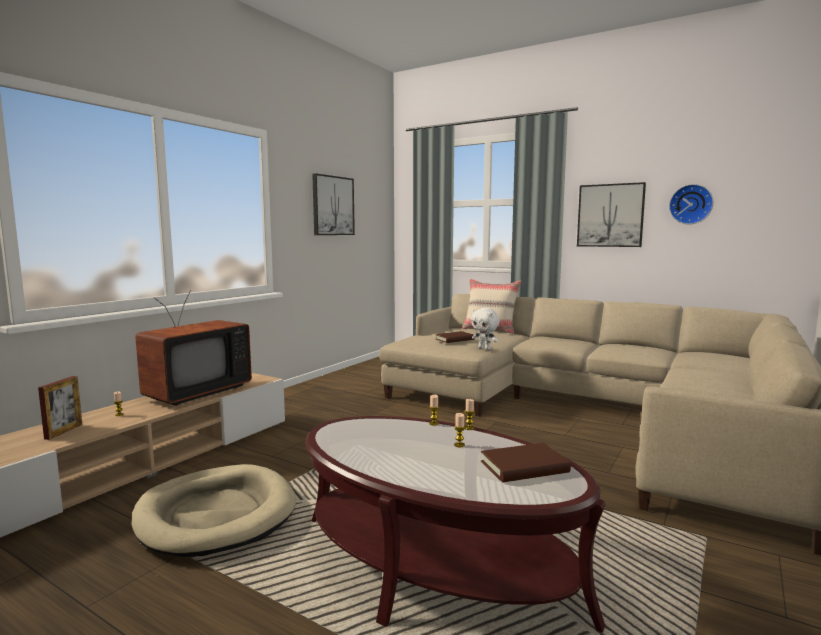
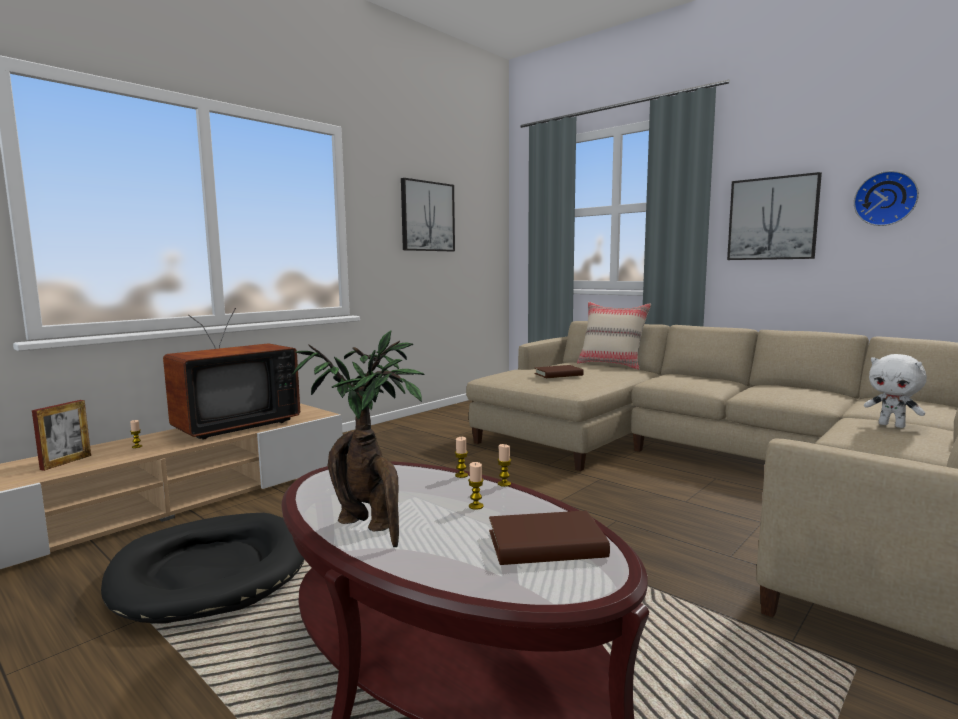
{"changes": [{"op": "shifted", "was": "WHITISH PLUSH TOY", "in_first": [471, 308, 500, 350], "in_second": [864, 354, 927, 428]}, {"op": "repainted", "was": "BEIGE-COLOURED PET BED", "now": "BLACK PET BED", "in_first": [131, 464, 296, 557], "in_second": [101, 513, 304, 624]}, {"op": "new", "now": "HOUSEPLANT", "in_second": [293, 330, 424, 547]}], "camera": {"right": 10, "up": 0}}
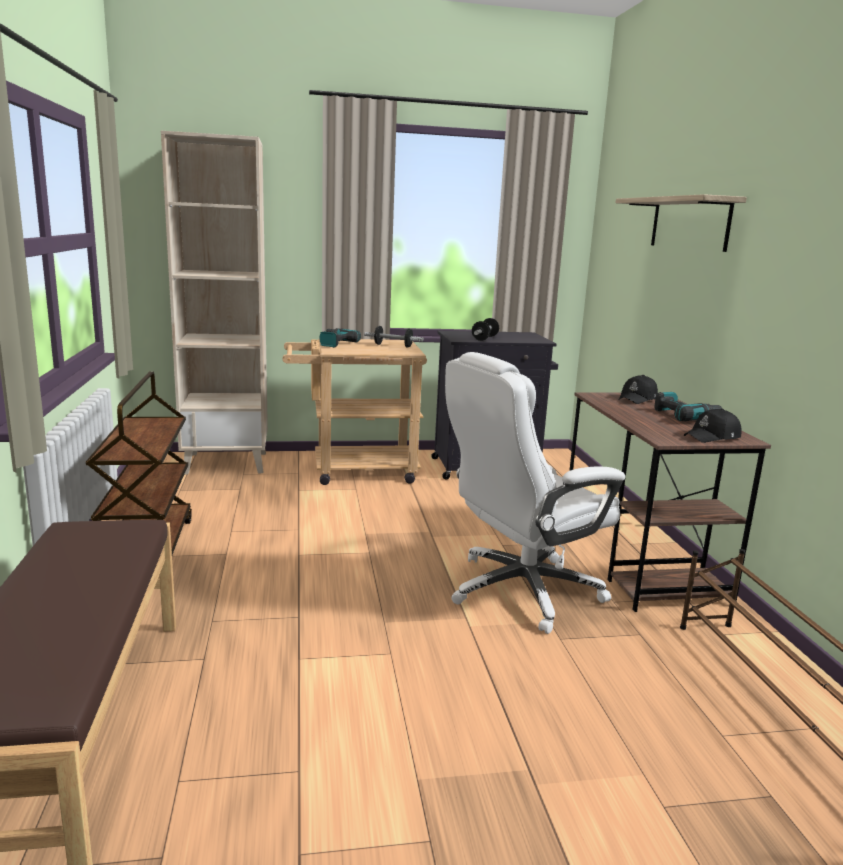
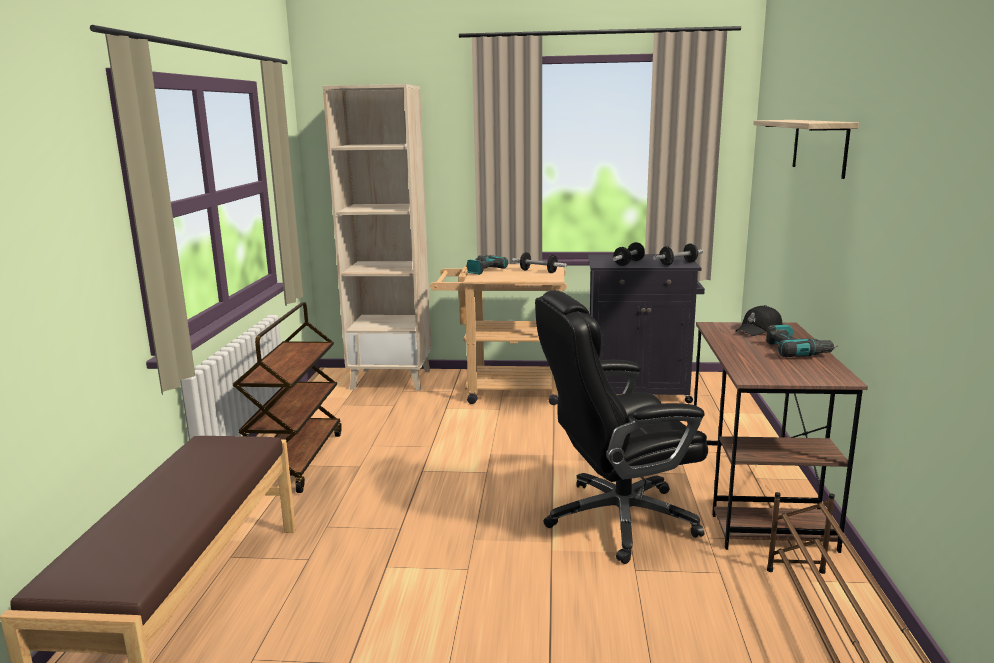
{"changes": [{"op": "repainted", "was": "WHITISH OFFICE CHAIR", "now": "BLACK OFFICE CHAIR", "in_first": [445, 352, 625, 634], "in_second": [535, 290, 708, 564]}, {"op": "gone", "was": "BLACK BASEBALL CAP", "in_first": [684, 409, 742, 443]}, {"op": "new", "now": "DUMBBELL", "in_second": [653, 243, 704, 266]}], "camera": {"right": 15, "up": 0}}
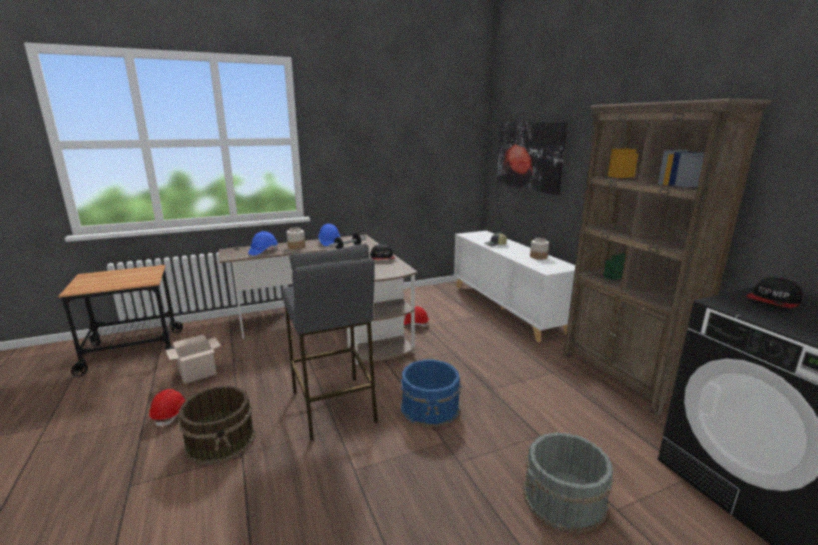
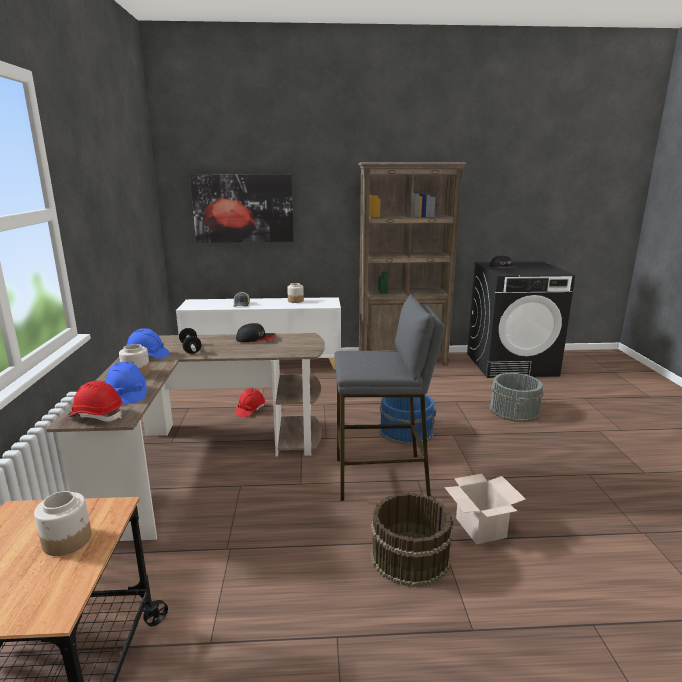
{"changes": [{"op": "shifted", "was": "CARTON", "in_first": [166, 335, 221, 384], "in_second": [444, 474, 526, 544]}, {"op": "shifted", "was": "RED SAFETY HELMET", "in_first": [149, 389, 185, 428], "in_second": [68, 381, 123, 422]}, {"op": "new", "now": "JAR", "in_second": [34, 491, 91, 556]}], "camera": {"right": -70, "up": 0}}
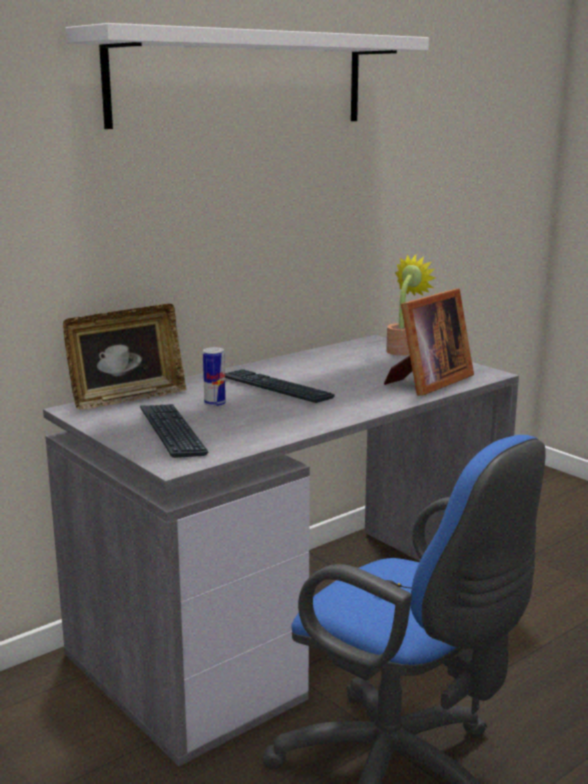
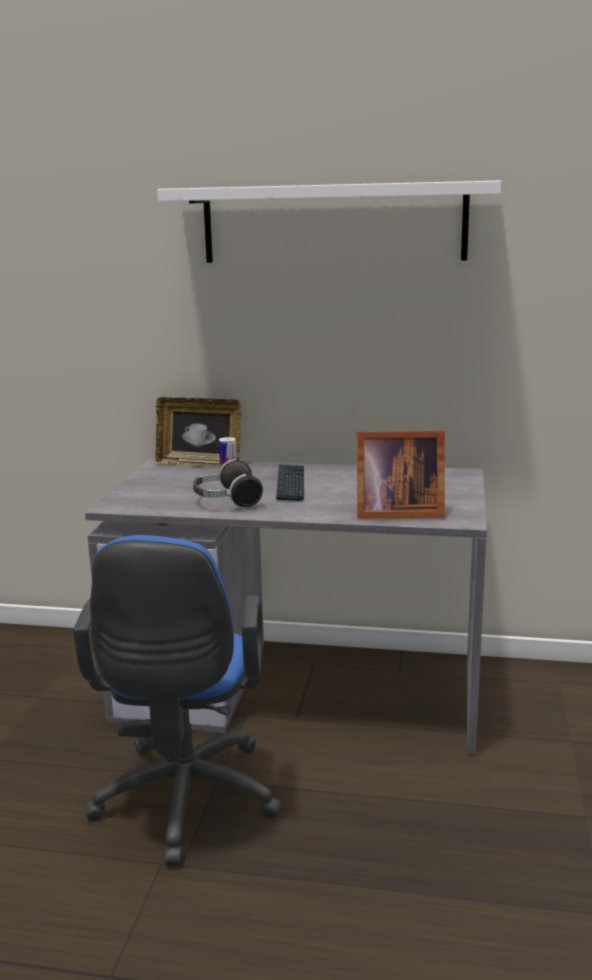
{"changes": [{"op": "gone", "was": "HOUSEPLANT", "in_first": [386, 254, 436, 355]}, {"op": "gone", "was": "PC KEYBOARD", "in_first": [140, 404, 209, 458]}, {"op": "new", "now": "PAIR OF HEADPHONES", "in_second": [193, 459, 263, 509]}], "camera": {"right": 50, "up": 0}}
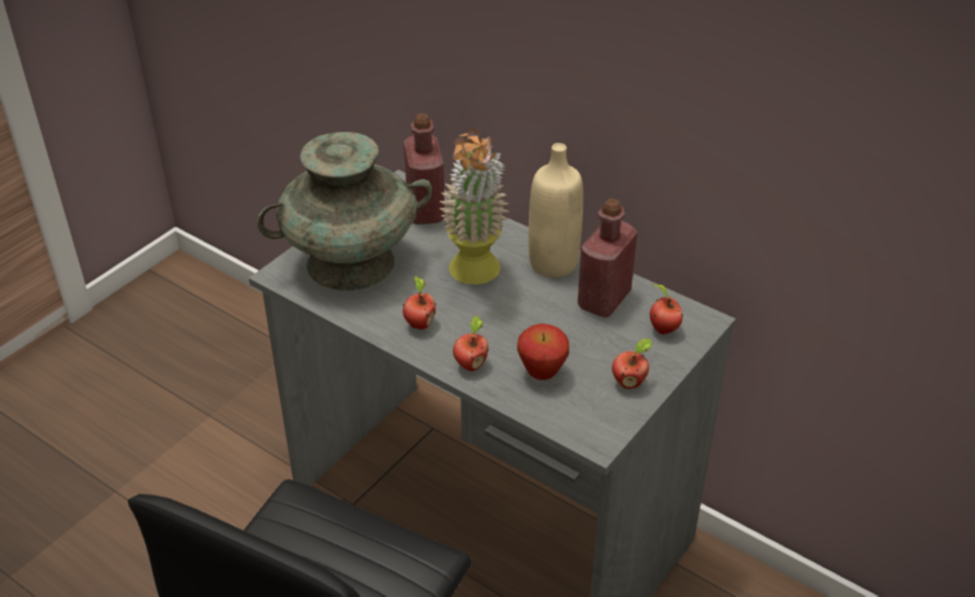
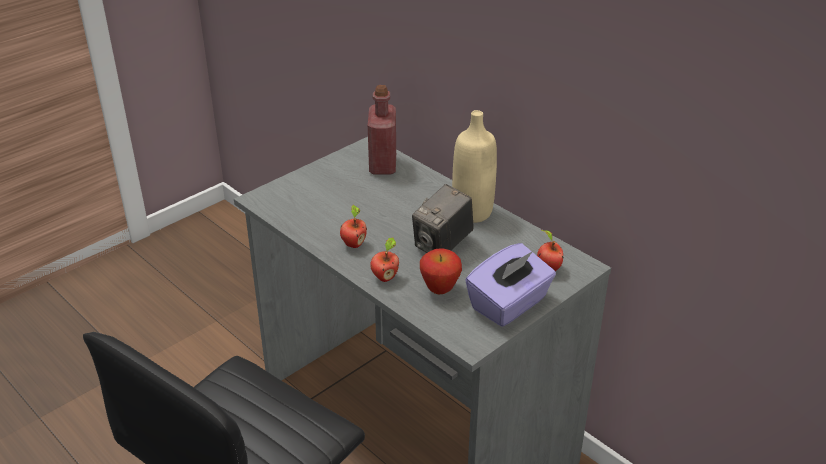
{"changes": [{"op": "gone", "was": "HOUSEPLANT", "in_first": [439, 128, 509, 285]}, {"op": "gone", "was": "TURQUOISE-COLOURED FLOWER VASE", "in_first": [257, 132, 432, 291]}, {"op": "gone", "was": "RED DRINK BOTTLE", "in_first": [578, 198, 638, 317]}, {"op": "swapped", "was": "APPLE FRUIT", "now": "PURPLISH BOX OF TISSUES", "in_first": [612, 339, 651, 389], "in_second": [465, 243, 556, 327]}, {"op": "new", "now": "STILL CAMERA", "in_second": [412, 184, 474, 253]}], "camera": {"right": 10, "up": -5}}
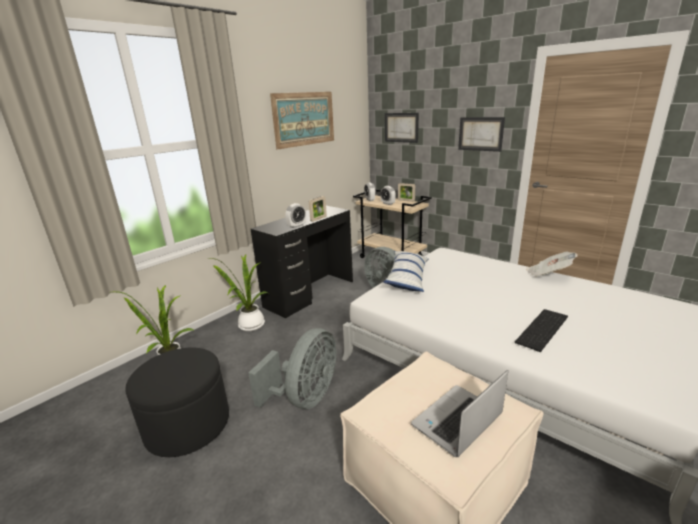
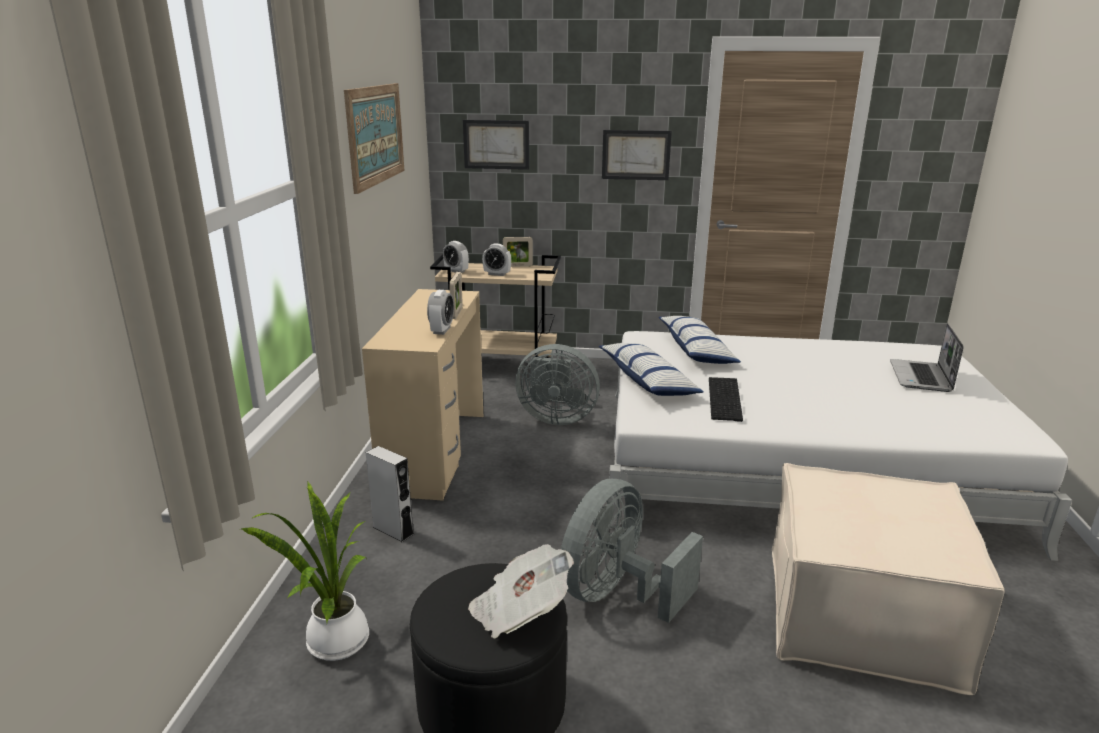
{"changes": [{"op": "repainted", "was": "BLACK DESK TABLE", "now": "BEIGE-COLOURED DESK TABLE", "in_first": [251, 206, 353, 318], "in_second": [362, 289, 483, 501]}, {"op": "shifted", "was": "NEWSPAPER", "in_first": [526, 252, 578, 277], "in_second": [468, 544, 574, 639]}, {"op": "swapped", "was": "HOUSEPLANT", "now": "GREYISH LOUDSPEAKER", "in_first": [208, 255, 268, 331], "in_second": [366, 446, 414, 542]}, {"op": "shifted", "was": "PC KEYBOARD", "in_first": [515, 309, 568, 352], "in_second": [709, 377, 743, 422]}, {"op": "rotated", "was": "GREYISH FAN", "in_first": [249, 328, 336, 409], "in_second": [561, 479, 703, 623], "clockwise": -135}, {"op": "shifted", "was": "LAPTOP", "in_first": [411, 370, 508, 457], "in_second": [890, 323, 964, 392]}, {"op": "new", "now": "THROW PILLOW", "in_second": [658, 316, 741, 364]}], "camera": {"right": -35, "up": 0}}
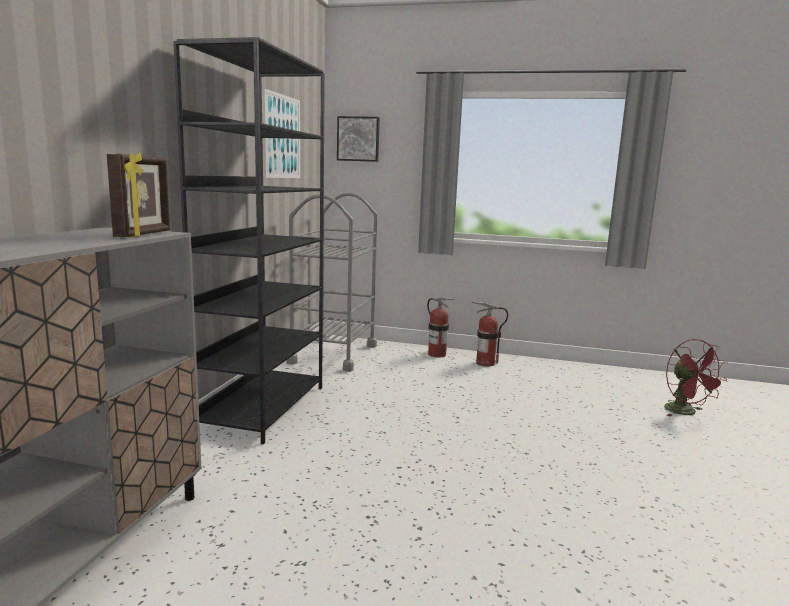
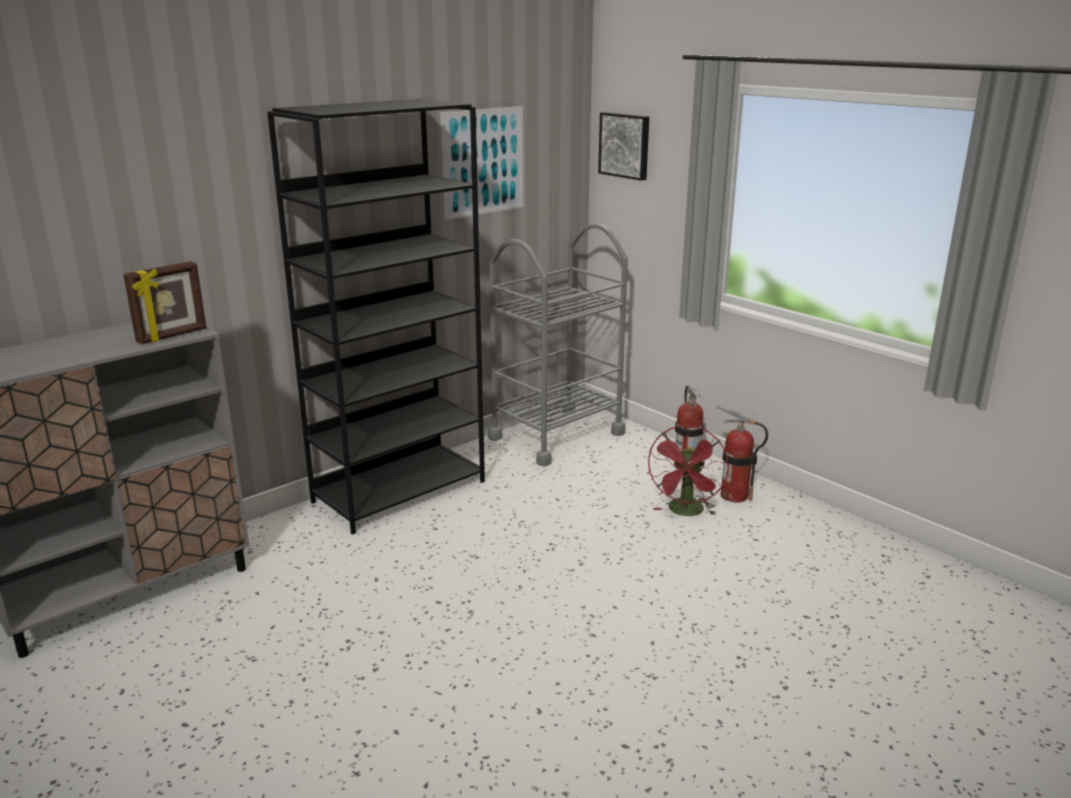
{"changes": [{"op": "shifted", "was": "RED FAN", "in_first": [664, 339, 728, 416], "in_second": [647, 425, 729, 516]}], "camera": {"right": 35, "up": 10}}
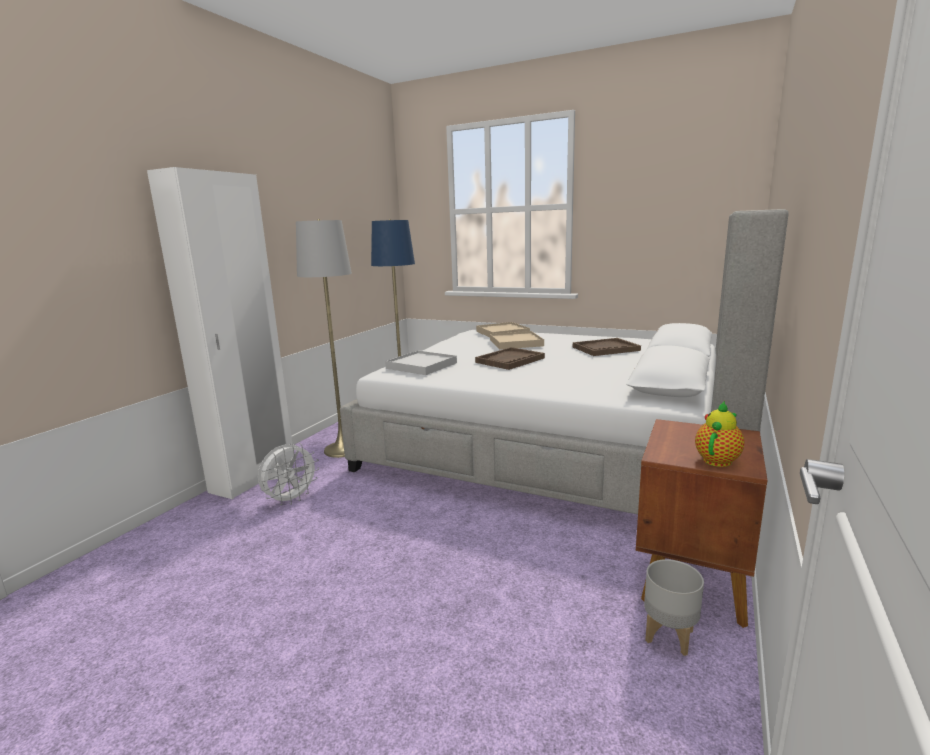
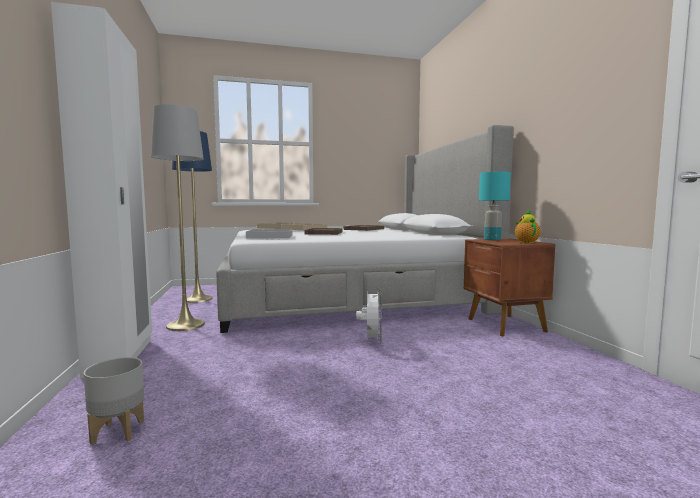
{"changes": [{"op": "shifted", "was": "WHITISH FAN", "in_first": [258, 443, 319, 506], "in_second": [356, 288, 382, 344]}, {"op": "shifted", "was": "GREYISH PLANTER", "in_first": [644, 559, 704, 656], "in_second": [83, 357, 144, 445]}, {"op": "new", "now": "TURQUOISE-COLOURED LAMP FOR A TABLE", "in_second": [479, 171, 511, 240]}], "camera": {"right": -40, "up": -10}}
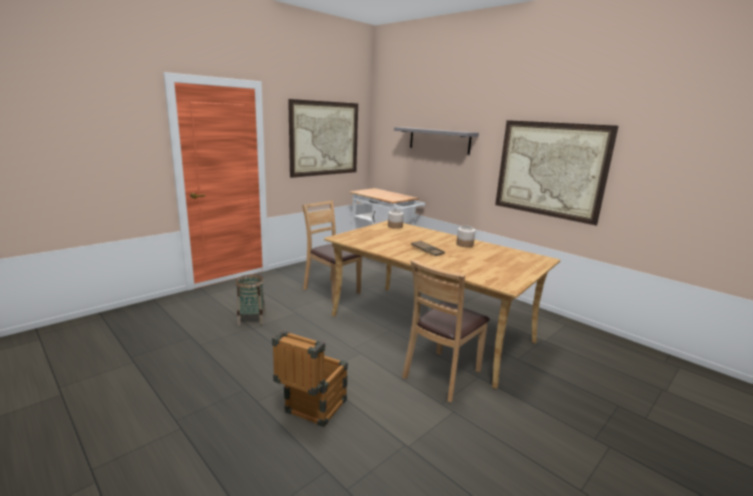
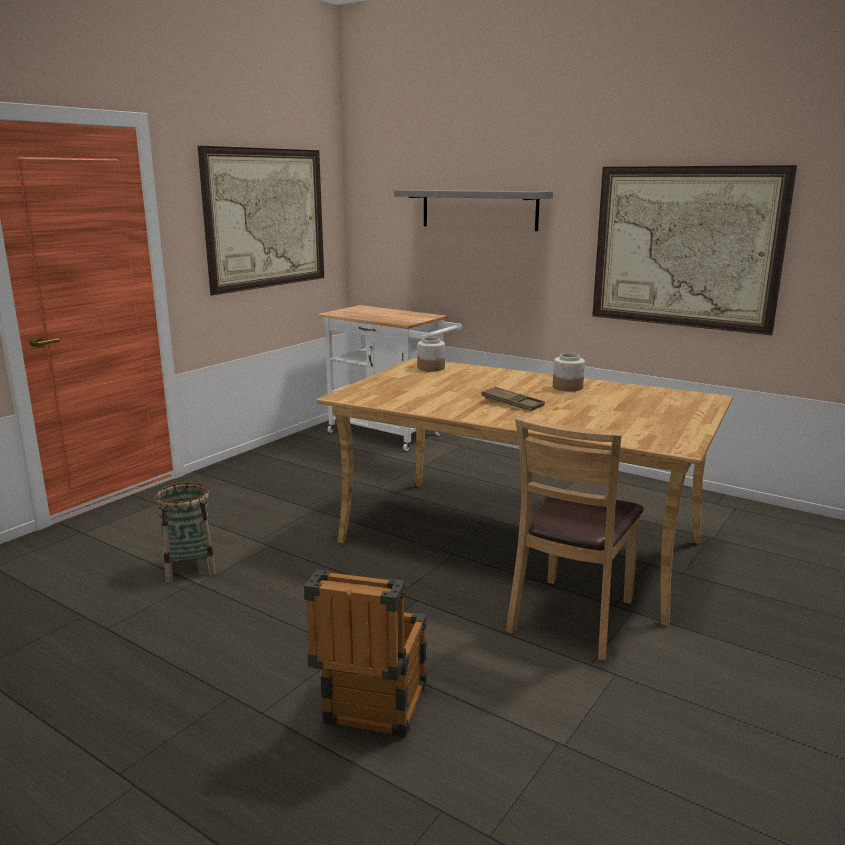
{"changes": [{"op": "gone", "was": "BROWNISH PLAIN CHAIR", "in_first": [302, 201, 362, 304]}], "camera": {"right": -10, "up": 0}}
